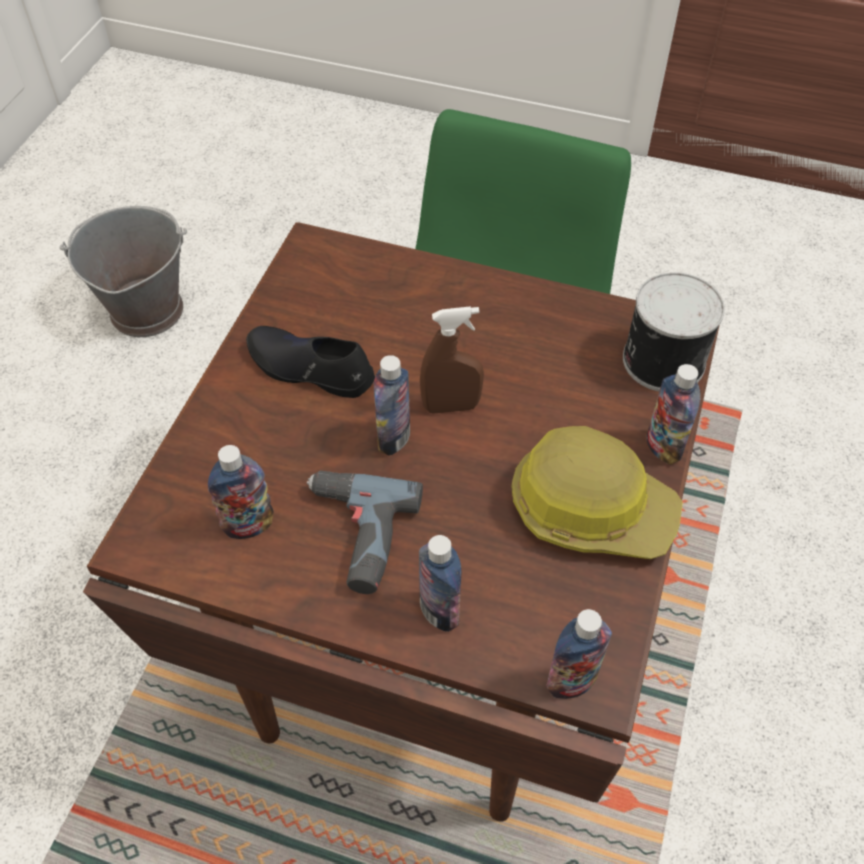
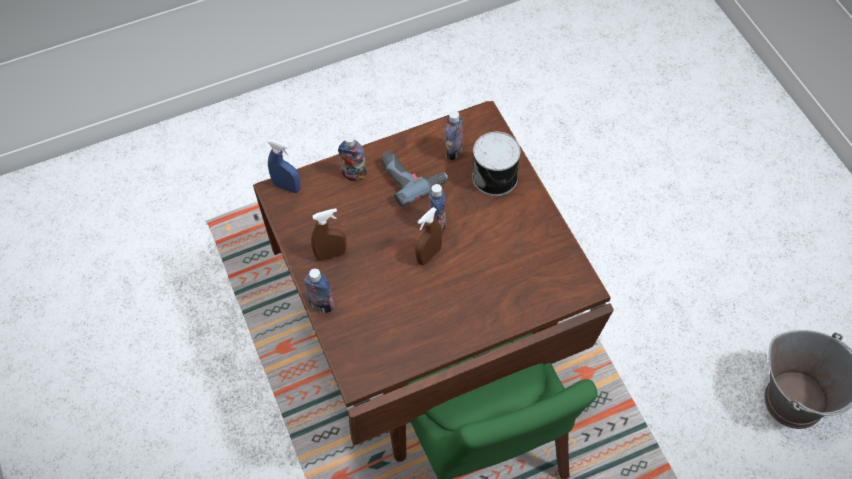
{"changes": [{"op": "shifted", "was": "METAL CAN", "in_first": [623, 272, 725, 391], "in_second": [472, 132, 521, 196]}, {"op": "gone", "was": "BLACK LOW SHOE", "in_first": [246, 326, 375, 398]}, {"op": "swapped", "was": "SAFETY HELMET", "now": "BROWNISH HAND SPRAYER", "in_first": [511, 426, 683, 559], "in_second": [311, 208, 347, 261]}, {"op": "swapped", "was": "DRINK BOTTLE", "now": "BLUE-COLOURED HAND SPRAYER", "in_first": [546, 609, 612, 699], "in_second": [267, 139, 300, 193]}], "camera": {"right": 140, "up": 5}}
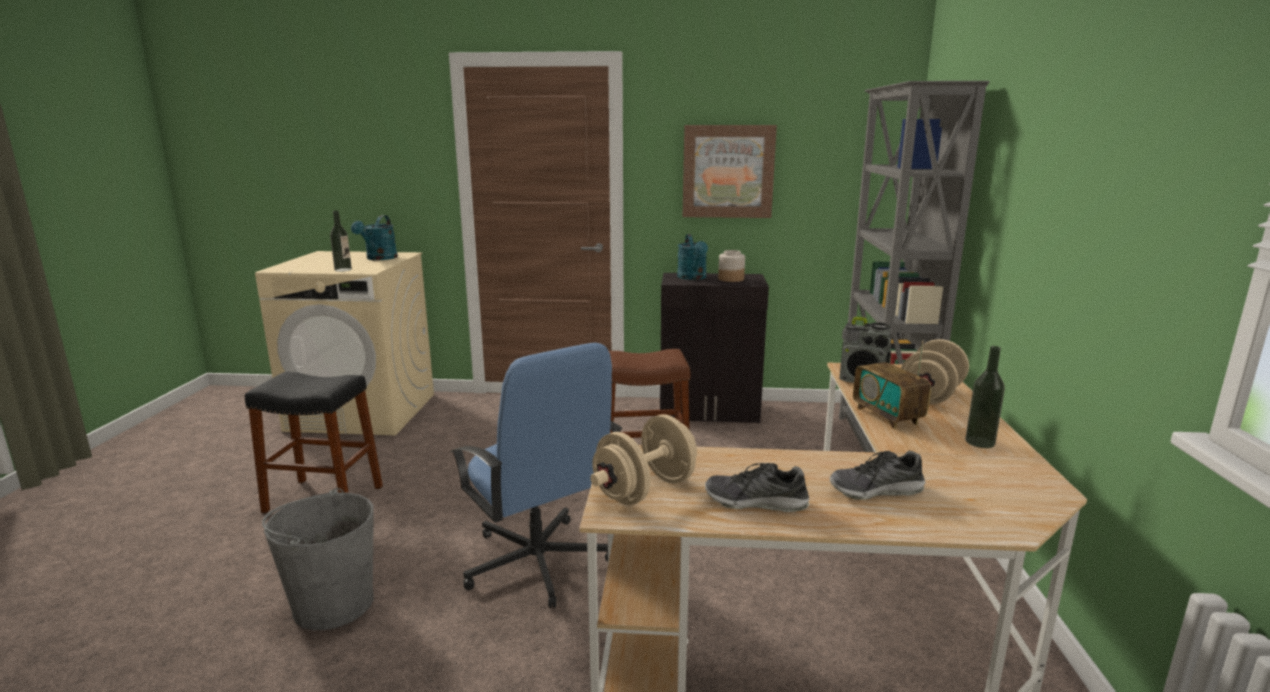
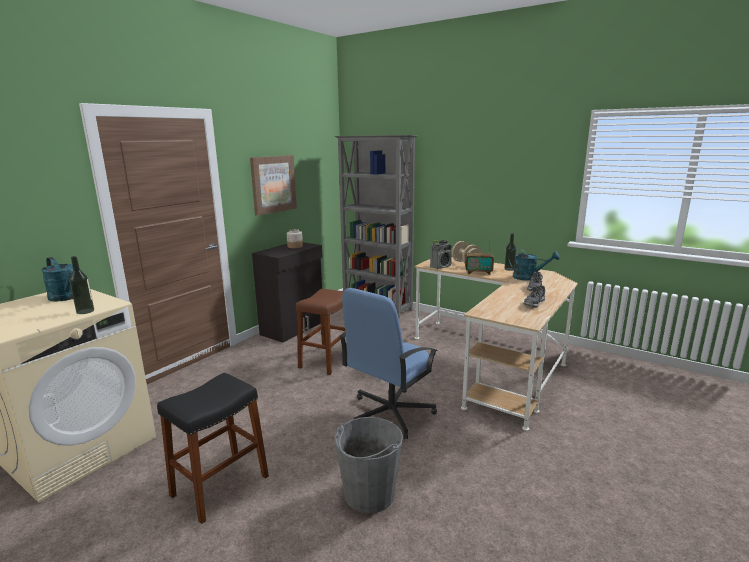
{"changes": [{"op": "shifted", "was": "TURQUOISE-COLOURED WATERING CAN", "in_first": [677, 234, 708, 280], "in_second": [509, 249, 560, 281]}, {"op": "rotated", "was": "BLUE-COLOURED OFFICE CHAIR", "in_first": [450, 343, 622, 608], "in_second": [339, 288, 438, 439], "clockwise": 135}, {"op": "gone", "was": "BEIGE-COLOURED DUMBBELL", "in_first": [590, 414, 697, 505]}], "camera": {"right": -60, "up": 0}}
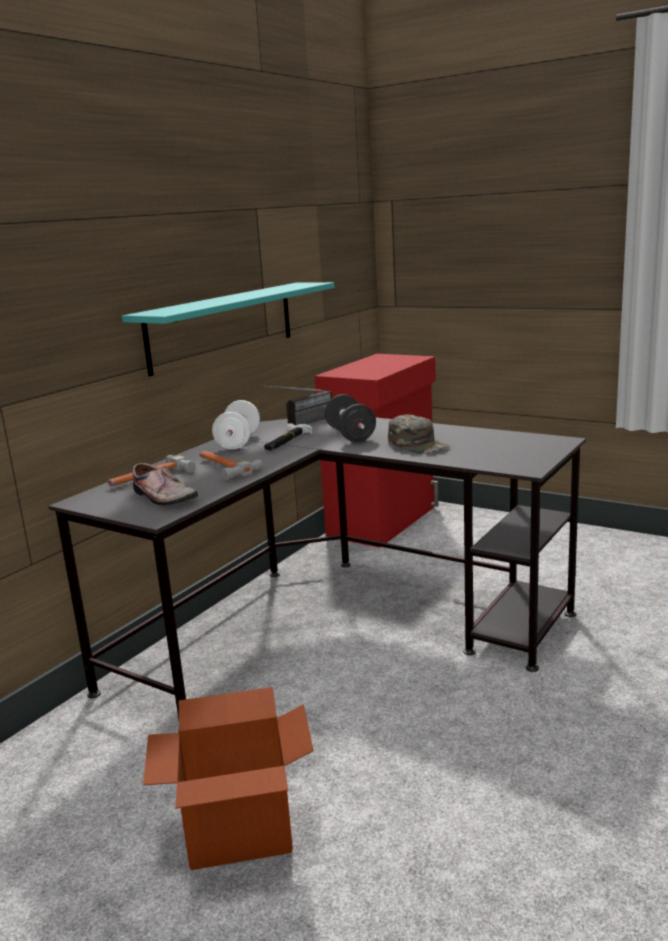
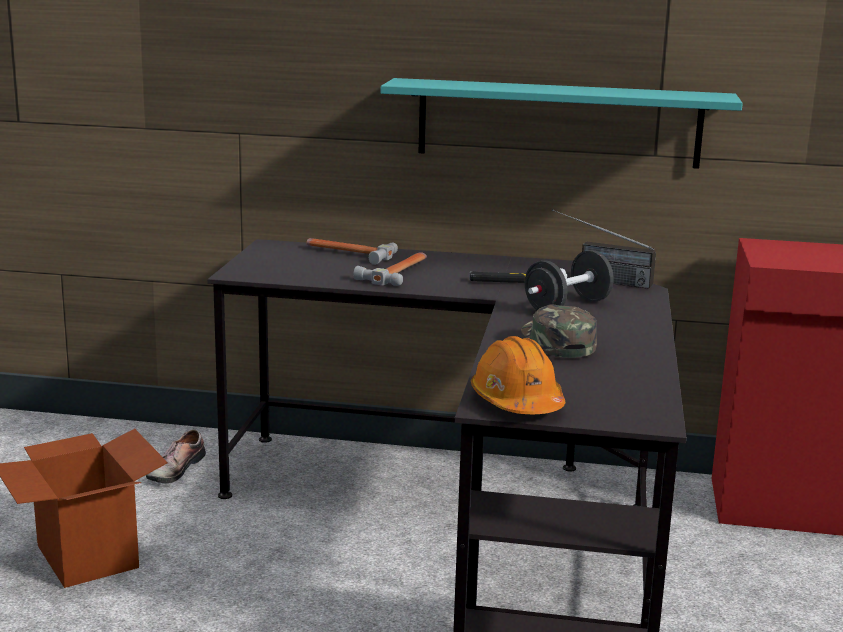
{"changes": [{"op": "gone", "was": "WHITISH DUMBBELL", "in_first": [212, 400, 260, 450]}, {"op": "rotated", "was": "GREEN-COLOURED BASEBALL CAP", "in_first": [388, 414, 450, 454], "in_second": [521, 305, 597, 358], "clockwise": 135}, {"op": "shifted", "was": "LOW SHOE", "in_first": [133, 463, 198, 506], "in_second": [146, 429, 206, 484]}, {"op": "new", "now": "ORANGEY SAFETY HELMET", "in_second": [471, 336, 565, 414]}], "camera": {"right": 65, "up": 0}}
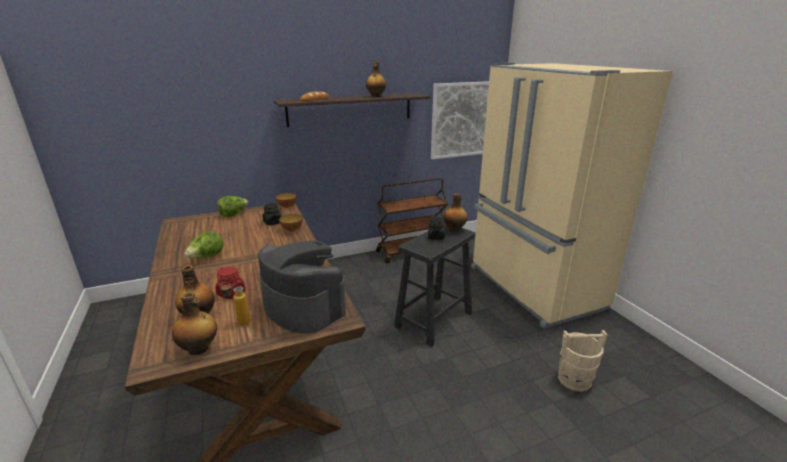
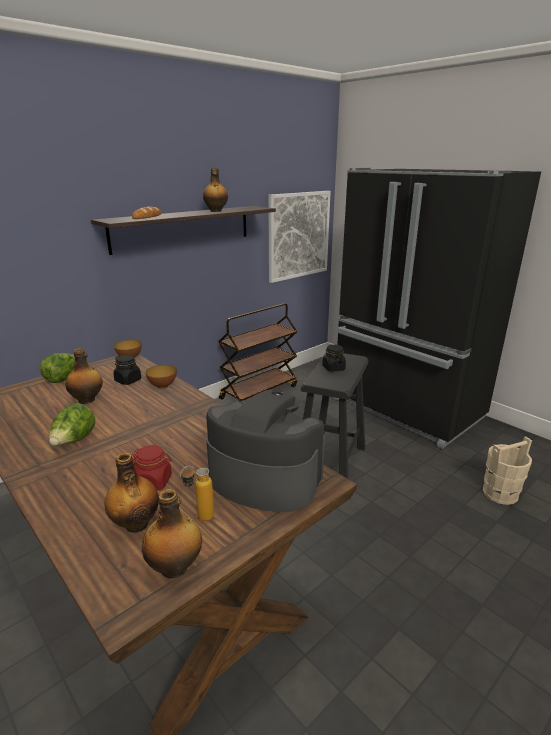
{"changes": [{"op": "repainted", "was": "BEIGE-COLOURED KITCHEN FRIDGE", "now": "BLACK KITCHEN FRIDGE", "in_first": [471, 63, 673, 329], "in_second": [333, 168, 541, 449]}, {"op": "shifted", "was": "DRINK BOTTLE", "in_first": [443, 193, 468, 232], "in_second": [65, 348, 103, 404]}], "camera": {"right": -20, "up": 0}}
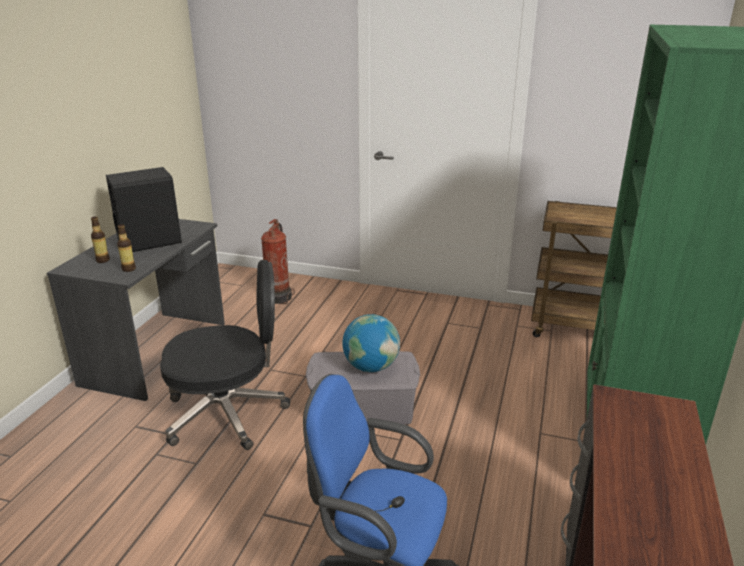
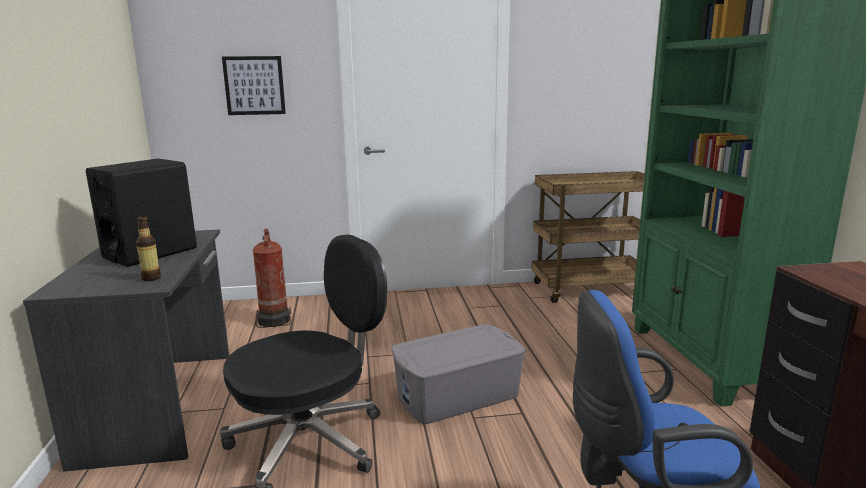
{"changes": [{"op": "gone", "was": "DRINK BOTTLE", "in_first": [91, 217, 110, 263]}, {"op": "gone", "was": "WORLD GLOBE", "in_first": [342, 314, 400, 372]}, {"op": "new", "now": "WALL ART", "in_second": [222, 56, 286, 115]}], "camera": {"right": -25, "up": -10}}
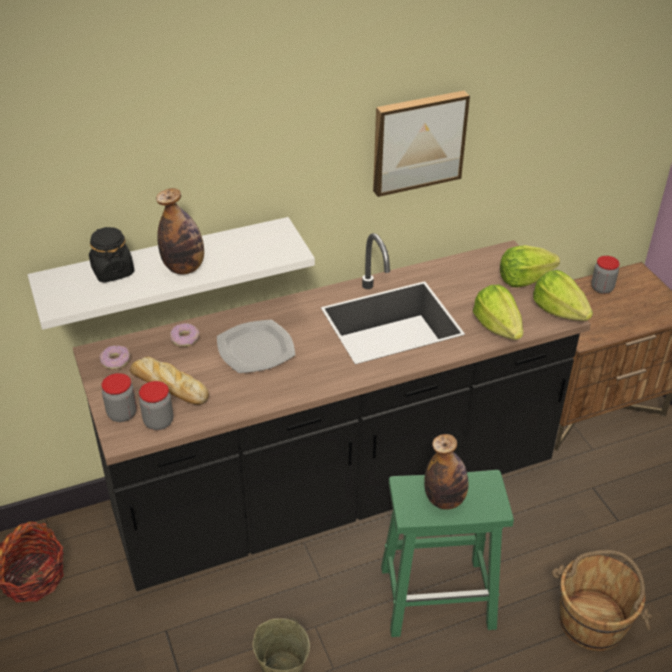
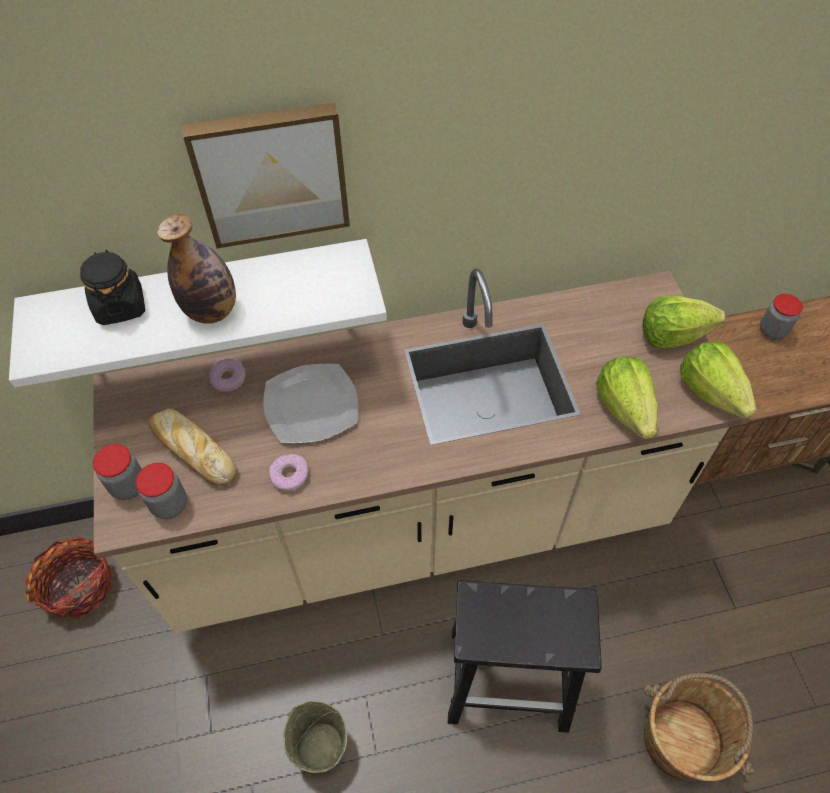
{"changes": [{"op": "shifted", "was": "WALL ART", "in_first": [373, 91, 470, 197], "in_second": [182, 102, 350, 248]}, {"op": "repainted", "was": "BLACK KITCHEN COUNTER", "now": "BEIGE-COLOURED KITCHEN COUNTER", "in_first": [73, 233, 591, 591], "in_second": [93, 269, 751, 633]}, {"op": "shifted", "was": "DONUT", "in_first": [100, 346, 130, 370], "in_second": [269, 454, 309, 491]}, {"op": "gone", "was": "DRINK BOTTLE", "in_first": [424, 434, 468, 510]}, {"op": "repainted", "was": "GREEN-COLOURED STOOL SEAT", "now": "BLACK STOOL SEAT", "in_first": [381, 470, 514, 637], "in_second": [448, 580, 602, 733]}], "camera": {"right": 10, "up": 15}}
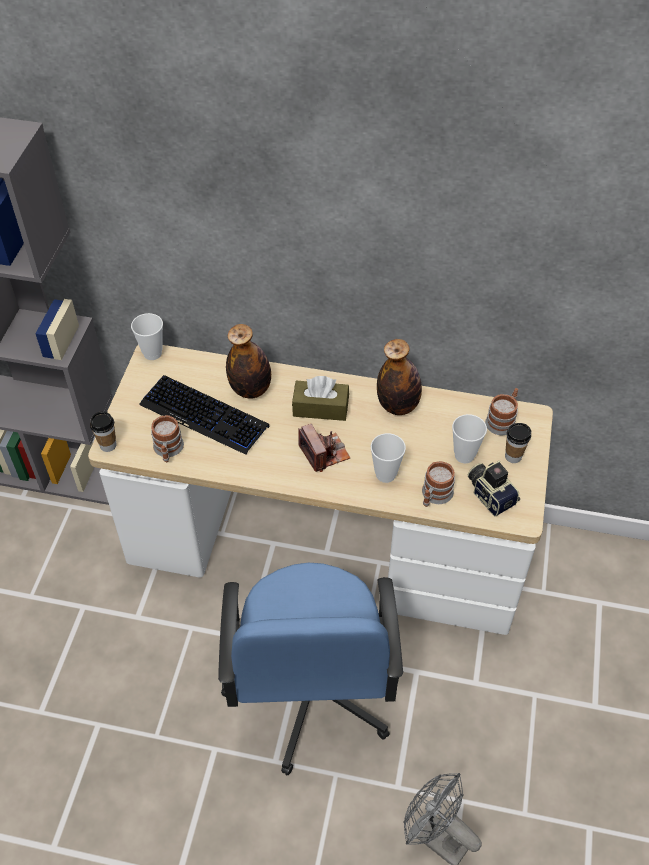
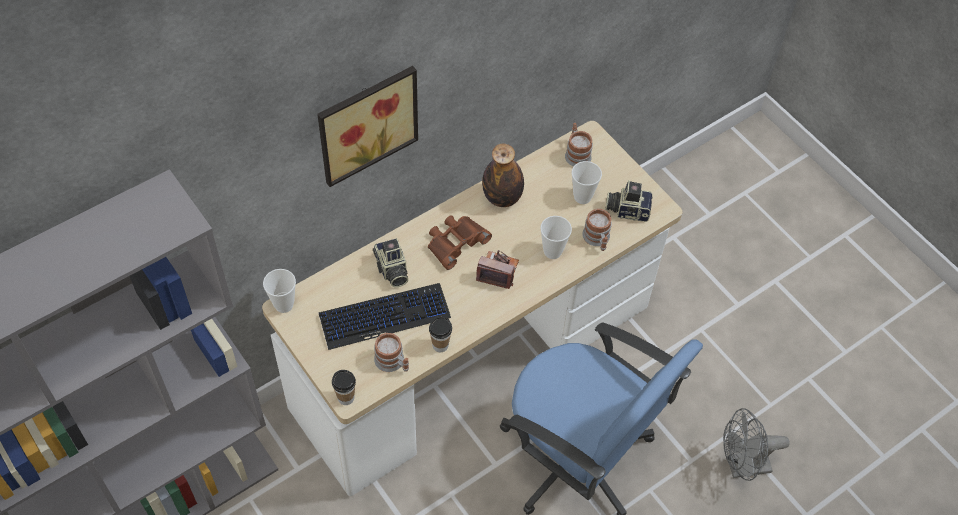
{"changes": [{"op": "swapped", "was": "DRINK BOTTLE", "now": "STILL CAMERA", "in_first": [226, 324, 271, 398], "in_second": [373, 238, 408, 287]}, {"op": "swapped", "was": "BROWNISH BOX OF TISSUES", "now": "BROWNISH FIELD GLASSES", "in_first": [292, 376, 349, 421], "in_second": [428, 215, 492, 270]}, {"op": "shifted", "was": "CUP", "in_first": [505, 423, 531, 463], "in_second": [429, 316, 452, 352]}, {"op": "new", "now": "WALL ART", "in_second": [317, 66, 418, 187]}], "camera": {"right": -50, "up": 5}}
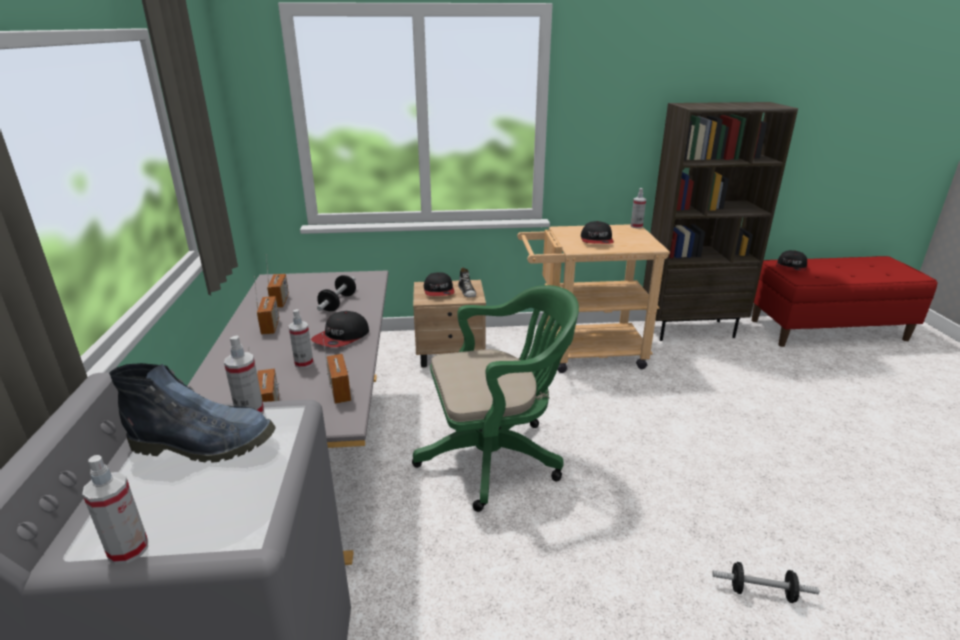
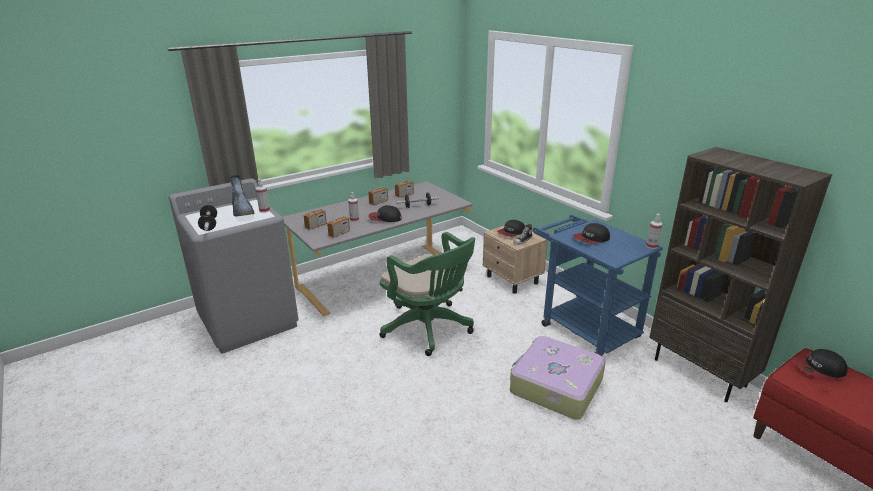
{"changes": [{"op": "repainted", "was": "BEIGE-COLOURED TROLLEY", "now": "BLUE-COLOURED TROLLEY", "in_first": [517, 224, 670, 373], "in_second": [533, 215, 663, 356]}, {"op": "gone", "was": "HAND SPRAYER", "in_first": [82, 455, 148, 565]}, {"op": "shifted", "was": "DUMBBELL", "in_first": [712, 562, 819, 603], "in_second": [198, 205, 217, 231]}, {"op": "new", "now": "PIECE OF LUGGAGE", "in_second": [510, 336, 606, 420]}], "camera": {"right": 60, "up": 0}}
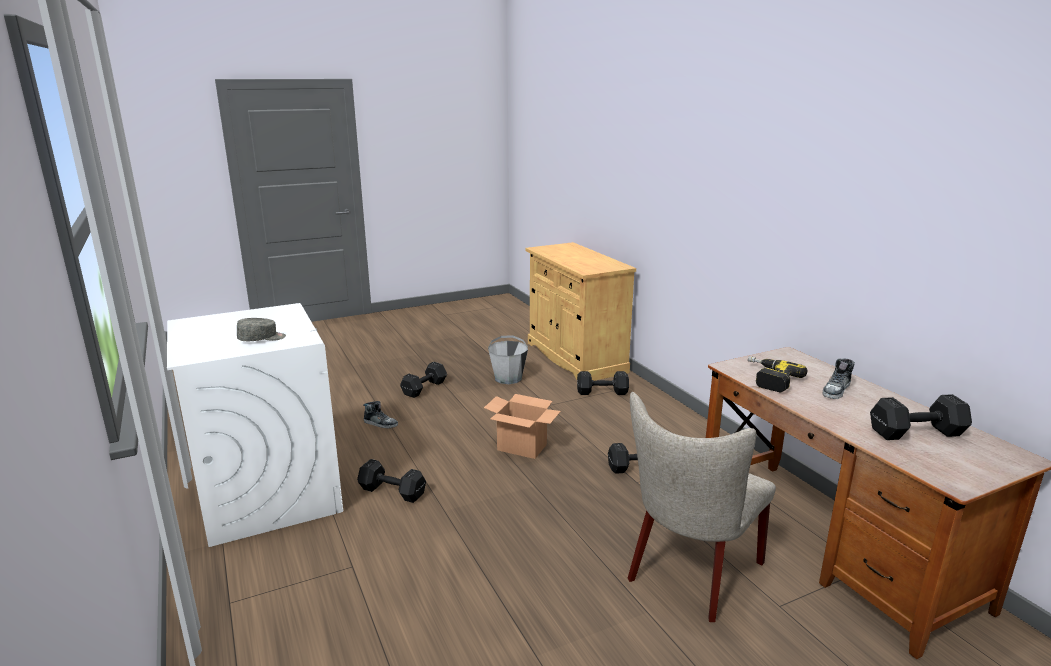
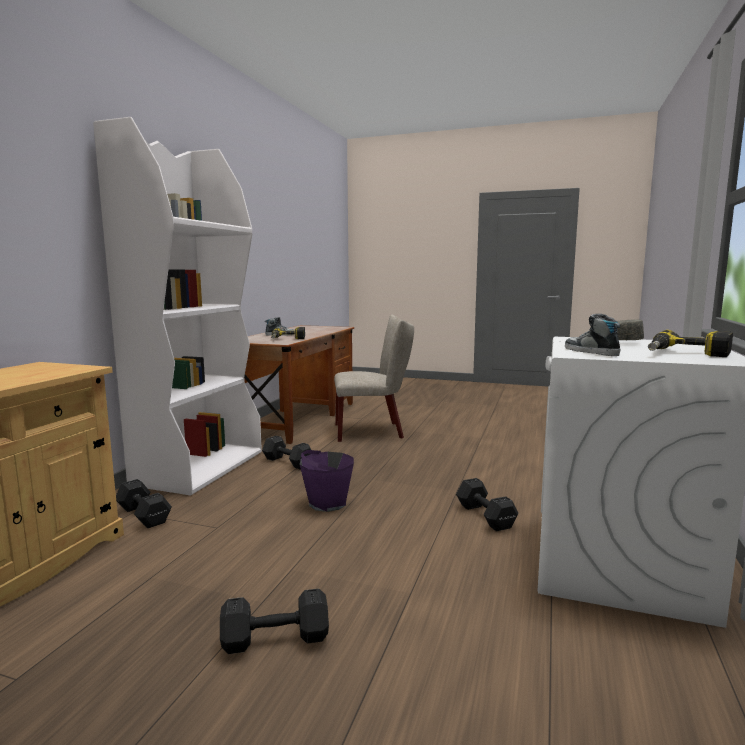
{"changes": [{"op": "gone", "was": "GREYISH BUCKET", "in_first": [488, 335, 528, 384]}, {"op": "swapped", "was": "CARTON", "now": "PURPLISH BUCKET", "in_first": [484, 394, 561, 459], "in_second": [300, 450, 354, 512]}, {"op": "gone", "was": "BLACK DUMBBELL", "in_first": [870, 394, 972, 440]}, {"op": "shifted", "was": "LOW SHOE", "in_first": [363, 401, 398, 428], "in_second": [565, 314, 620, 356]}, {"op": "new", "now": "WHITISH BOOKSHELF", "in_second": [93, 117, 262, 496]}, {"op": "new", "now": "POWER DRILL", "in_second": [648, 330, 733, 357]}], "camera": {"right": -135, "up": -10}}
